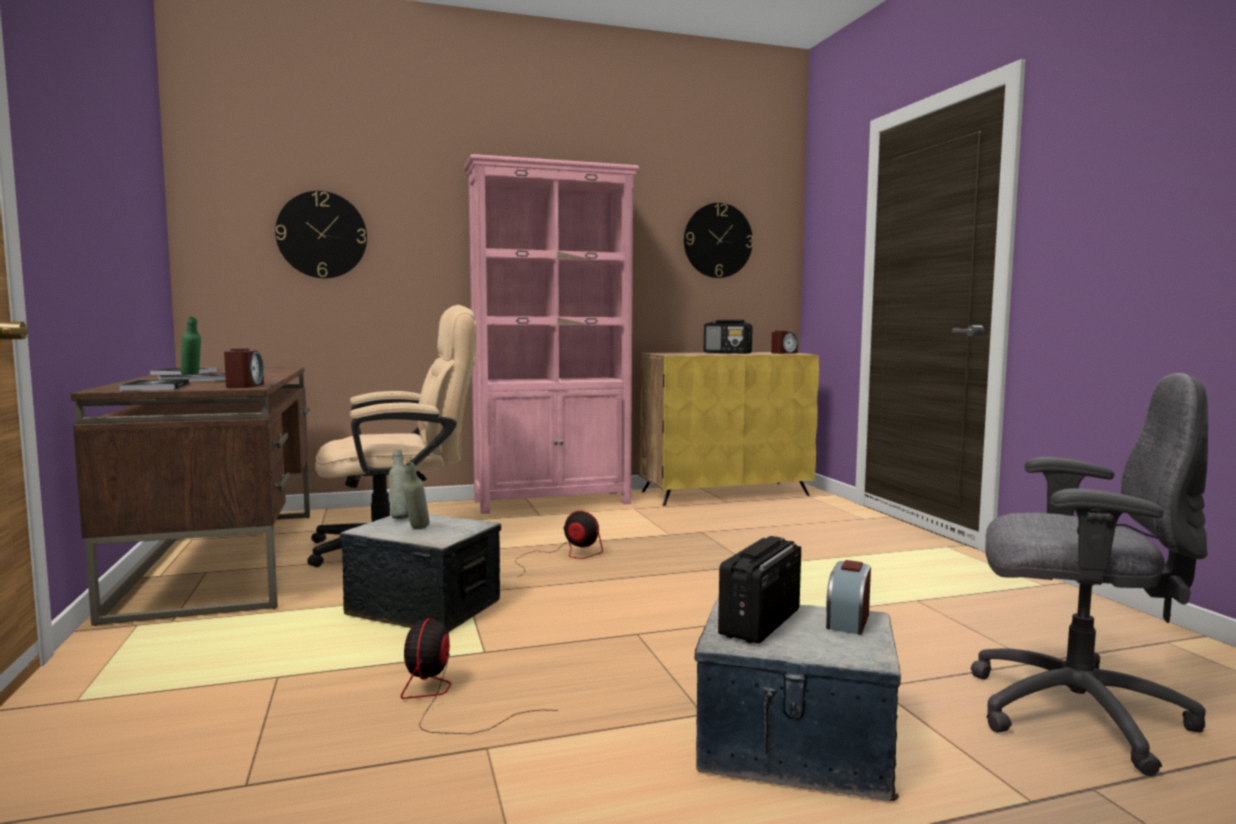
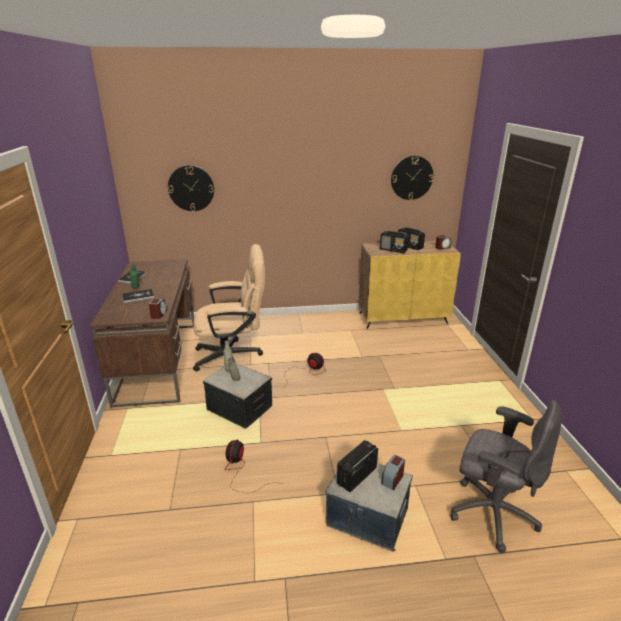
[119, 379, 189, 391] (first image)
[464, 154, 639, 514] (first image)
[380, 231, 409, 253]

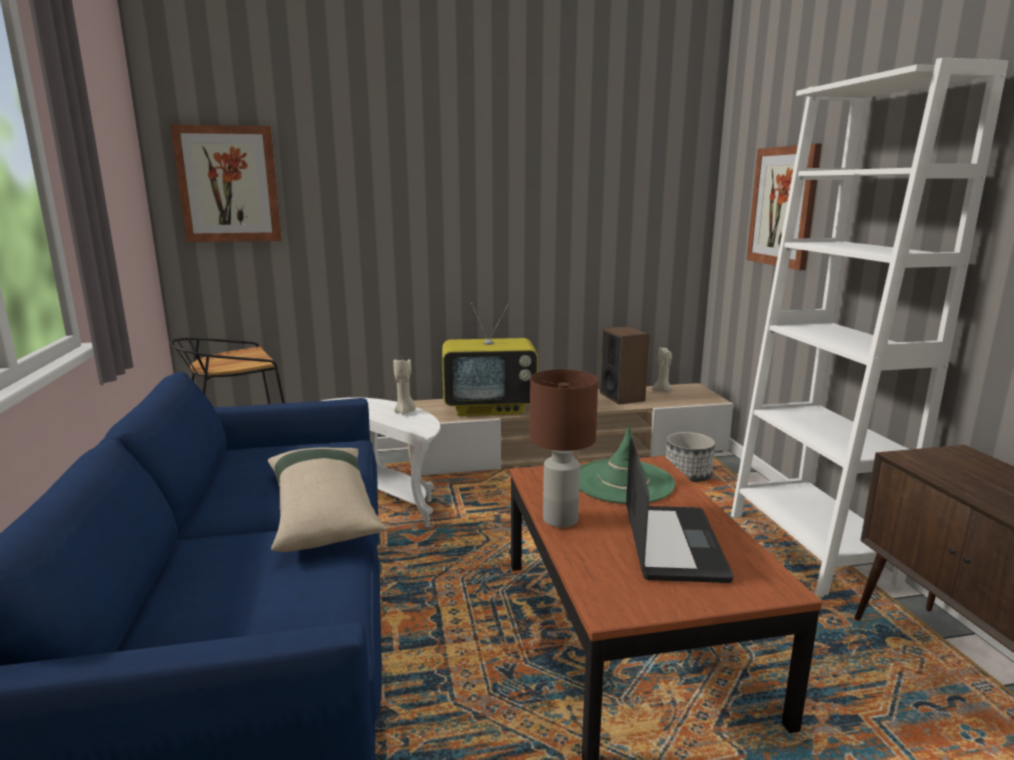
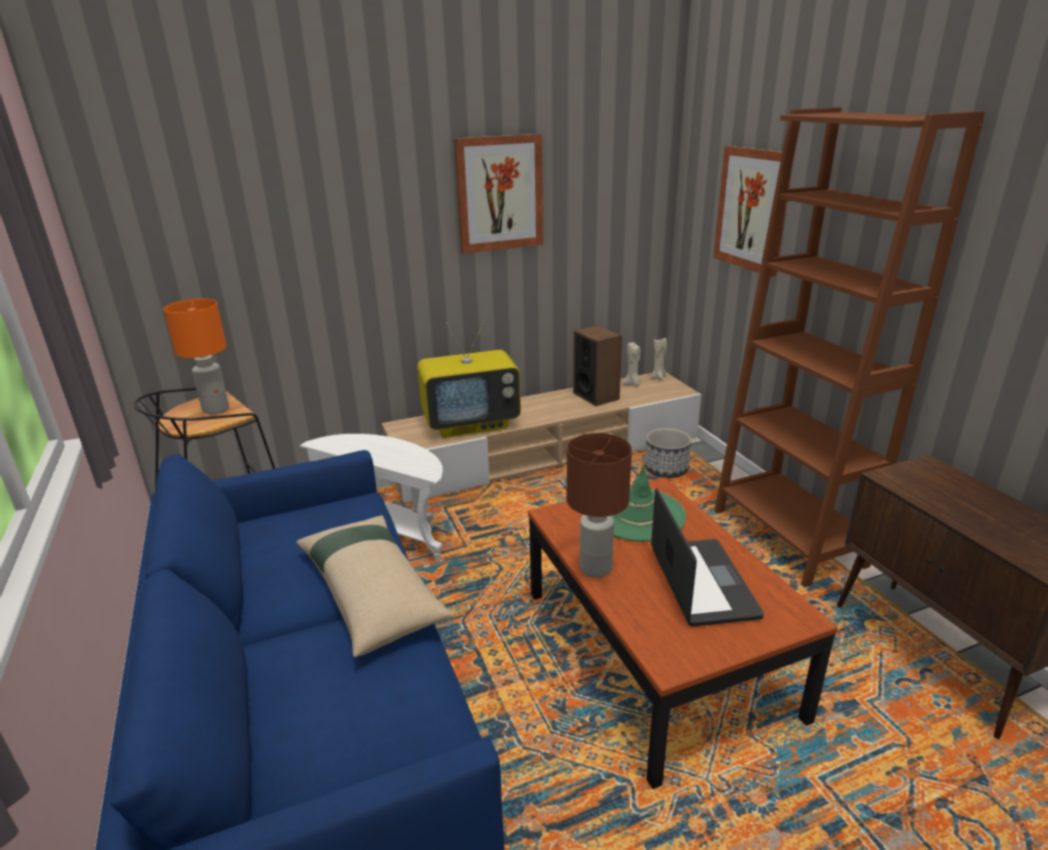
[454, 134, 543, 253]
[651, 338, 667, 380]
[715, 107, 985, 588]
[163, 298, 229, 414]

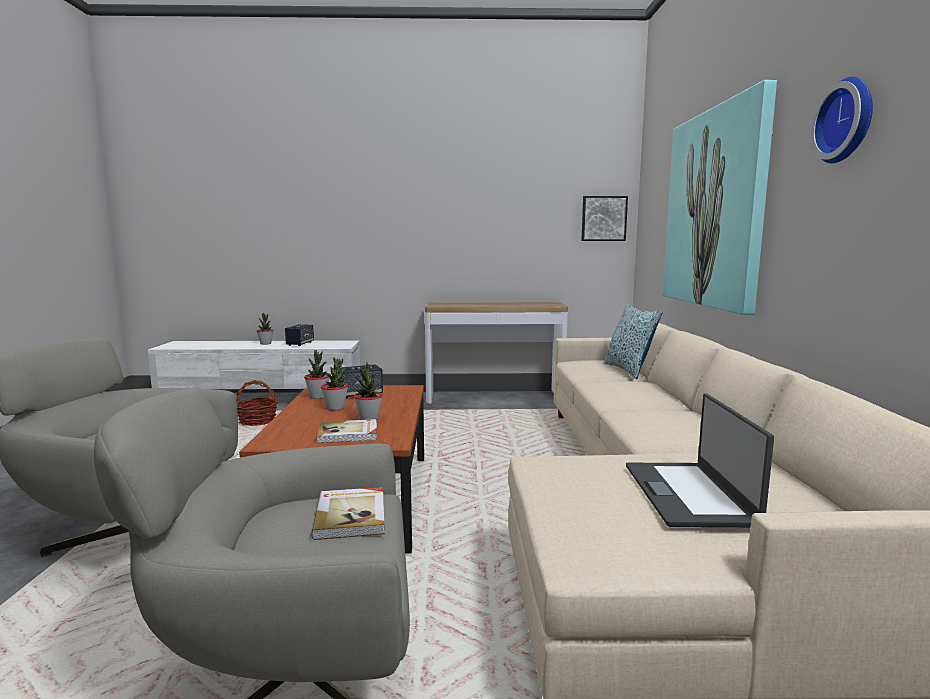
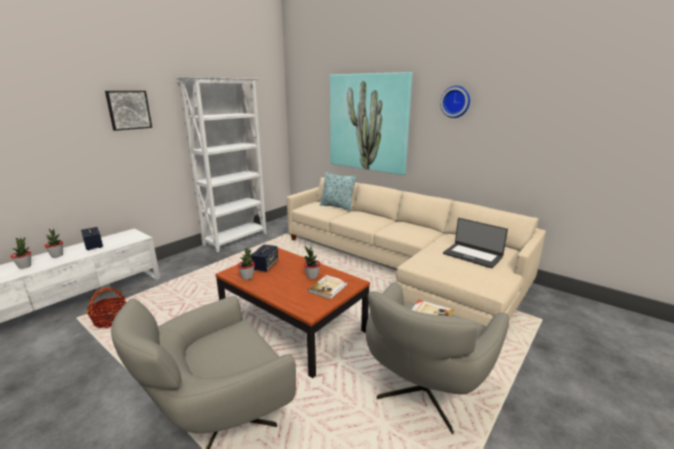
[10, 237, 31, 269]
[177, 77, 267, 252]
[105, 91, 152, 131]

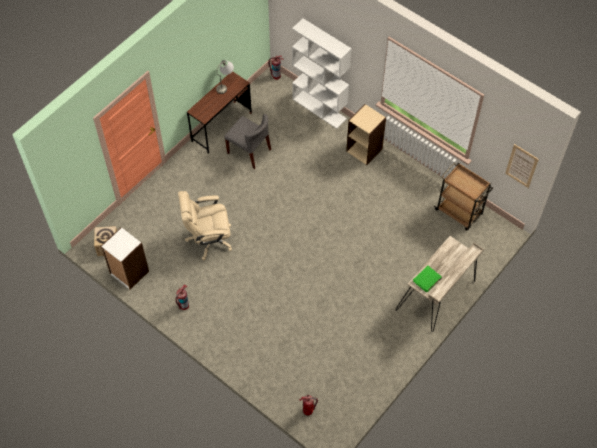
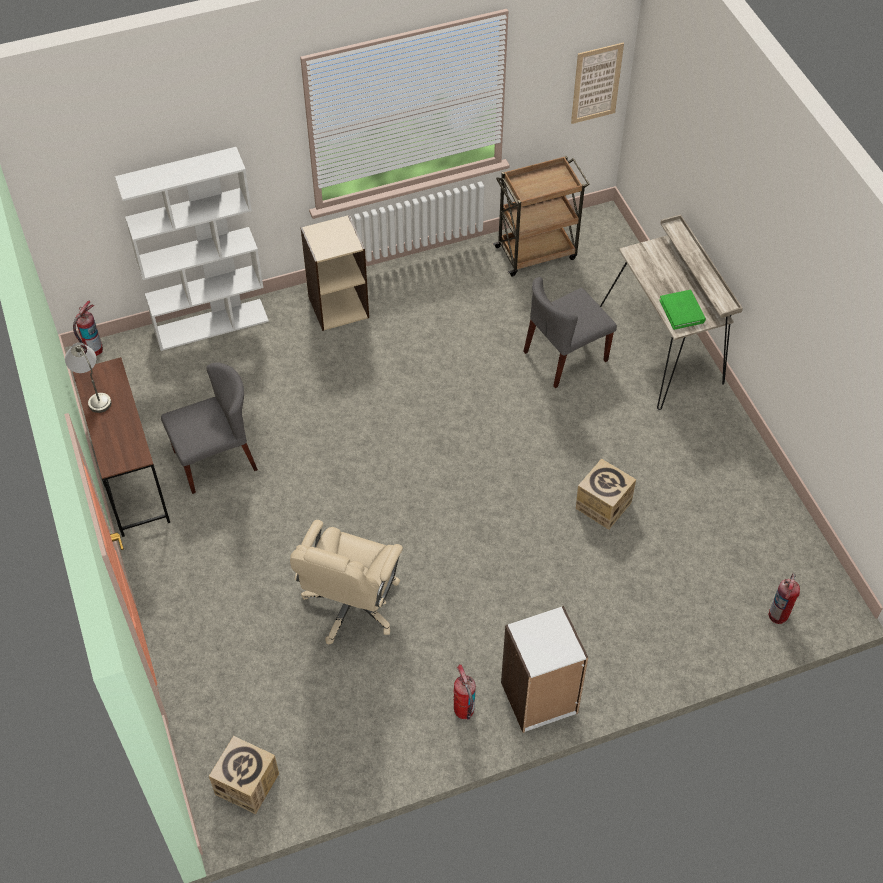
[501, 606, 588, 733]
[523, 277, 617, 388]
[576, 459, 636, 530]

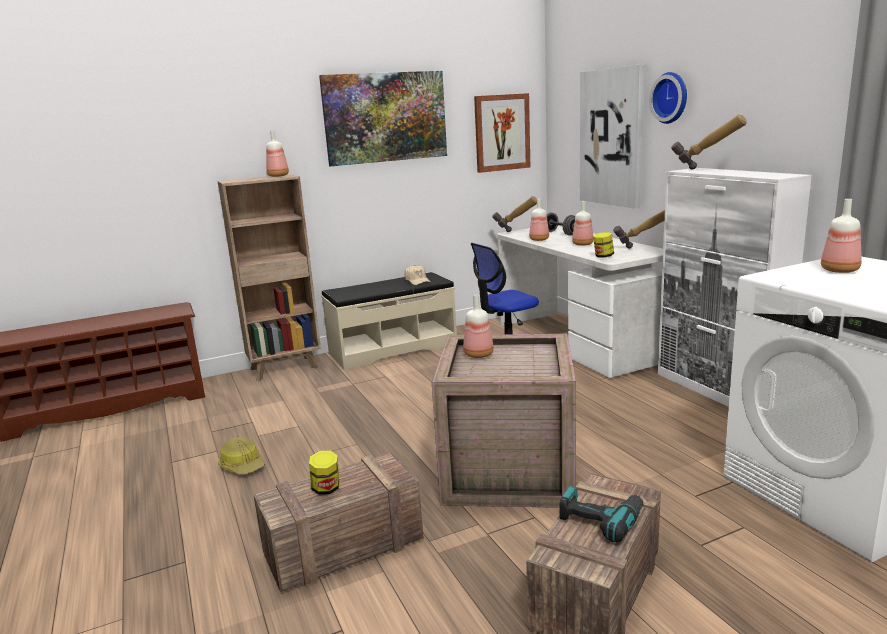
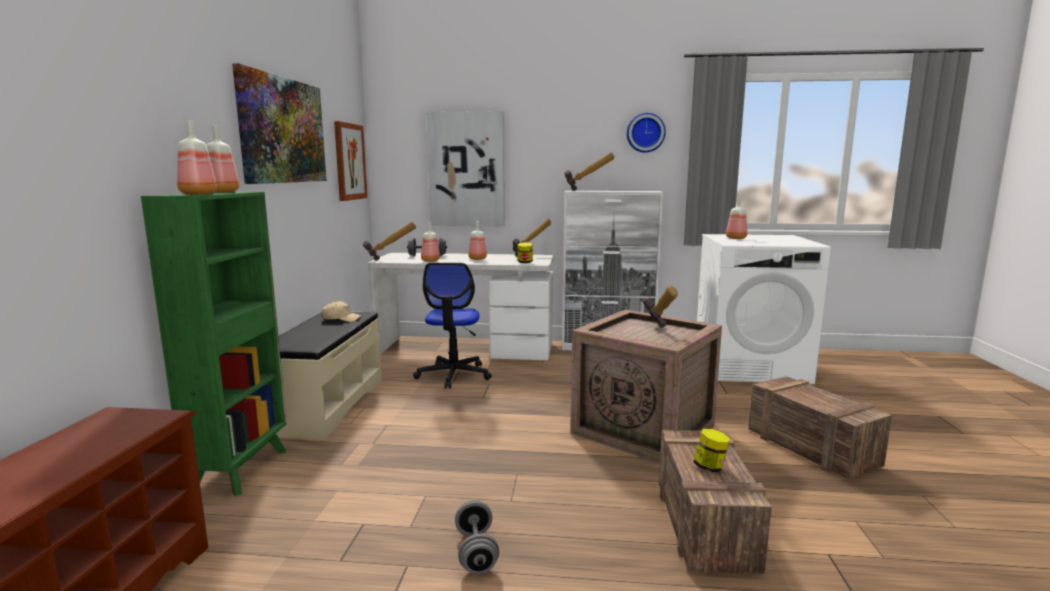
[141, 192, 287, 496]
[455, 500, 499, 574]
[177, 121, 217, 195]
[559, 486, 643, 543] (first image)
[627, 113, 666, 153]
[643, 285, 678, 328]

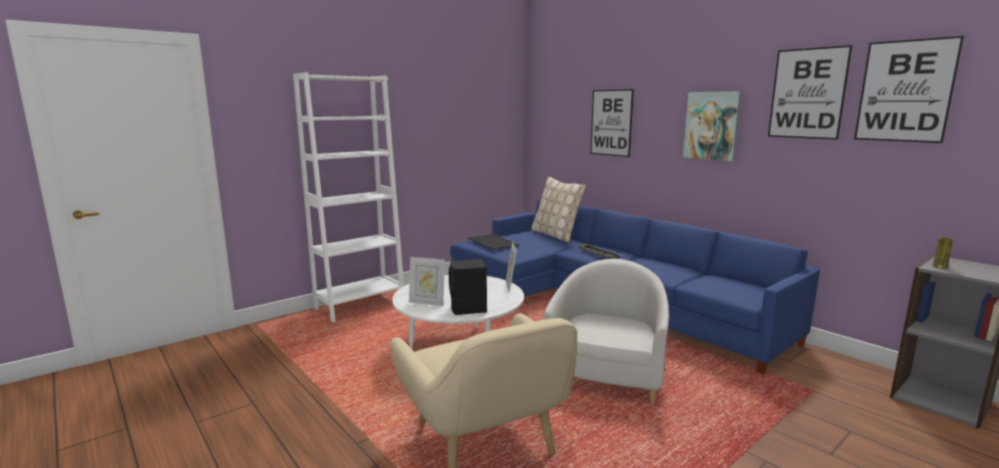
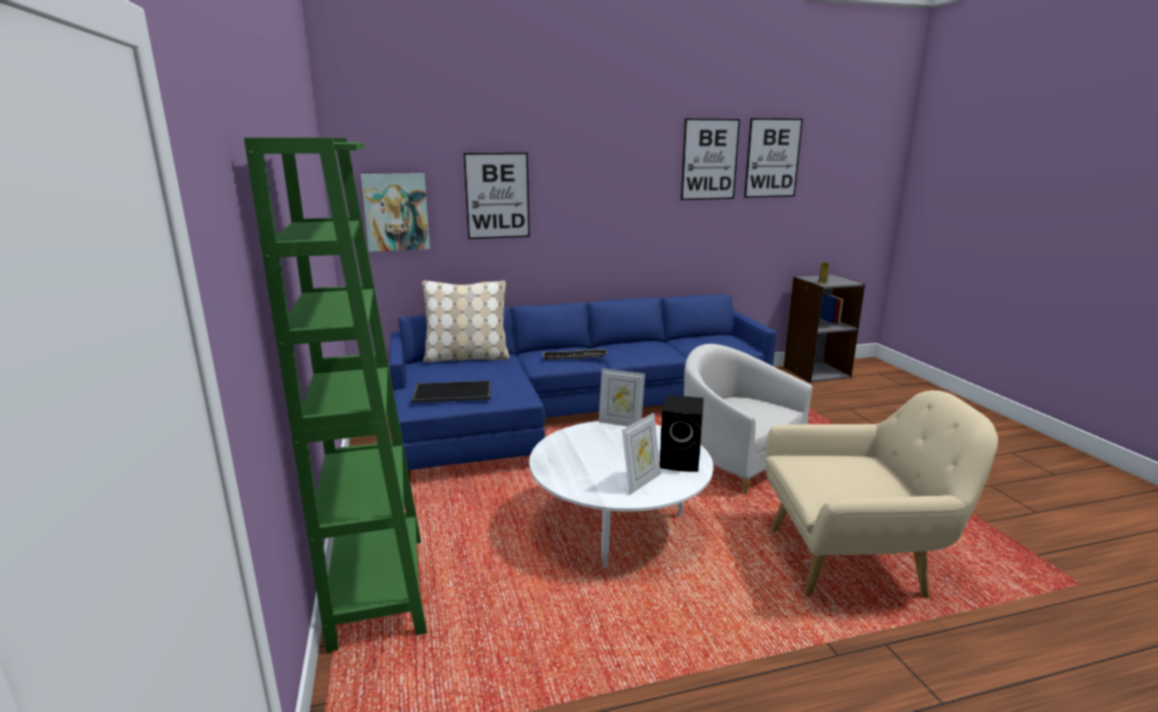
[244, 138, 427, 653]
[361, 173, 430, 252]

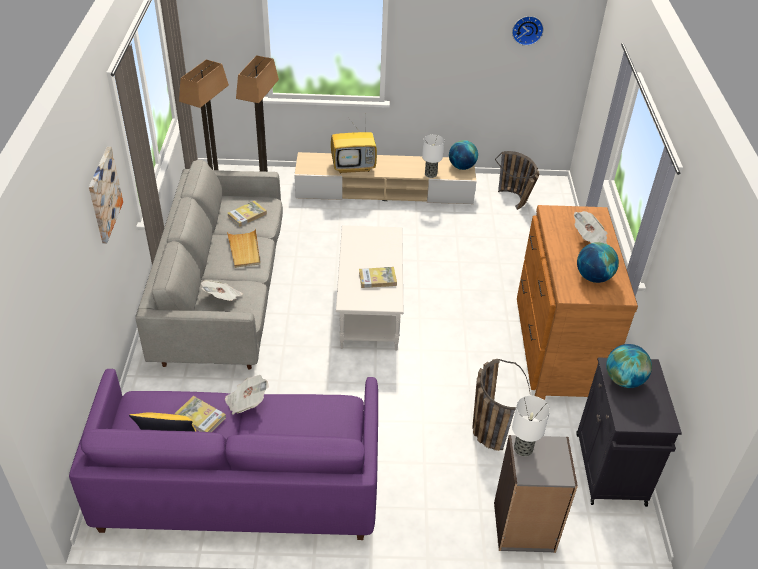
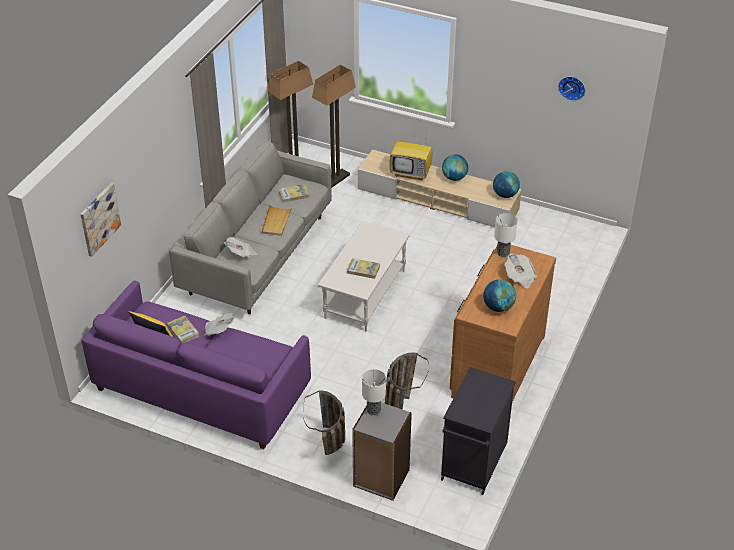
[80, 183, 121, 257]
[494, 213, 517, 257]
[303, 390, 345, 455]
[442, 154, 468, 181]

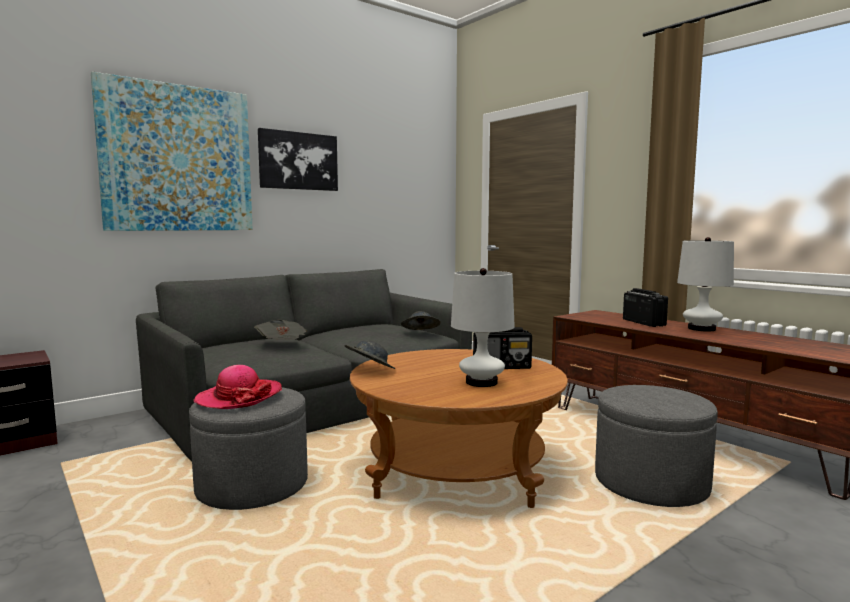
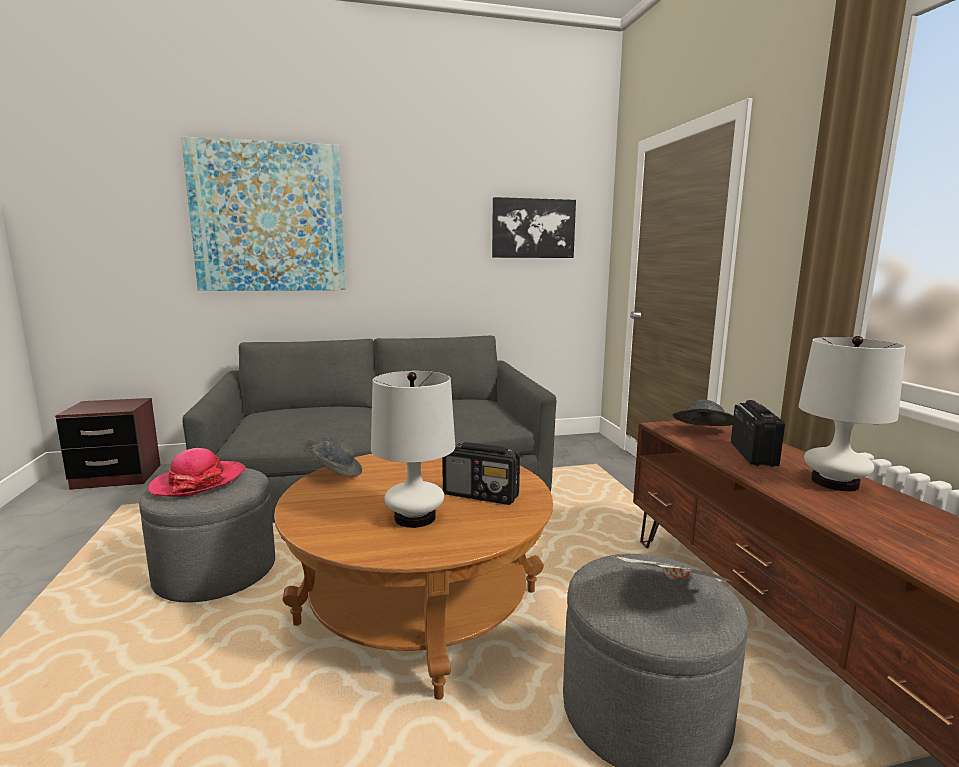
[617, 557, 732, 582]
[492, 197, 576, 258]
[672, 400, 734, 426]

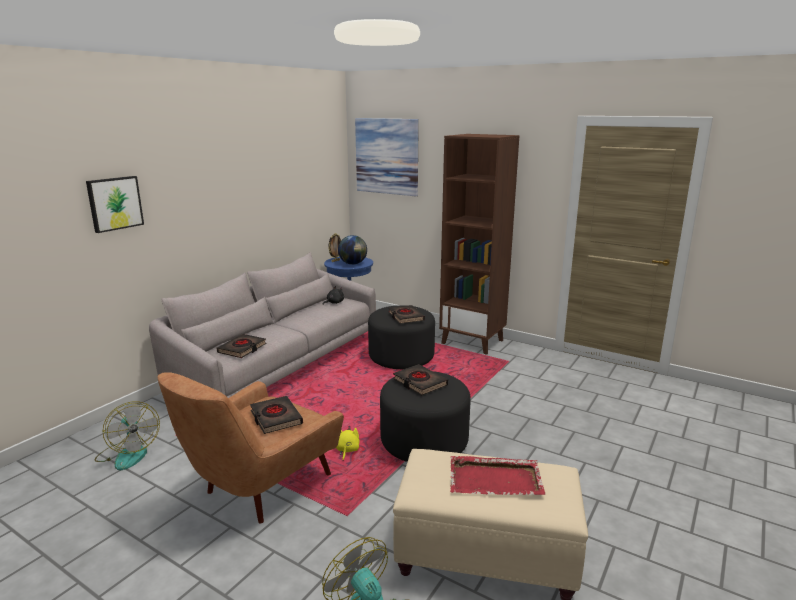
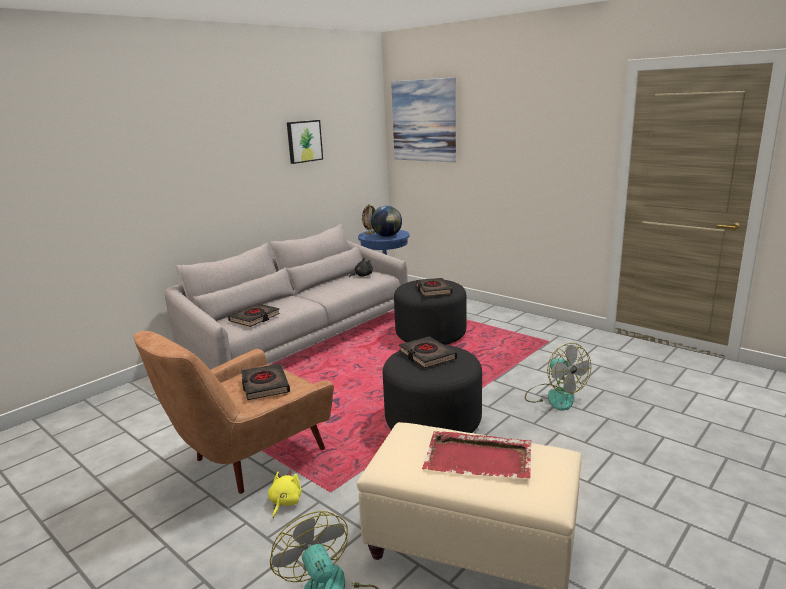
[287, 120, 323, 164]
[525, 343, 591, 410]
[268, 470, 302, 518]
[439, 134, 520, 355] (first image)

